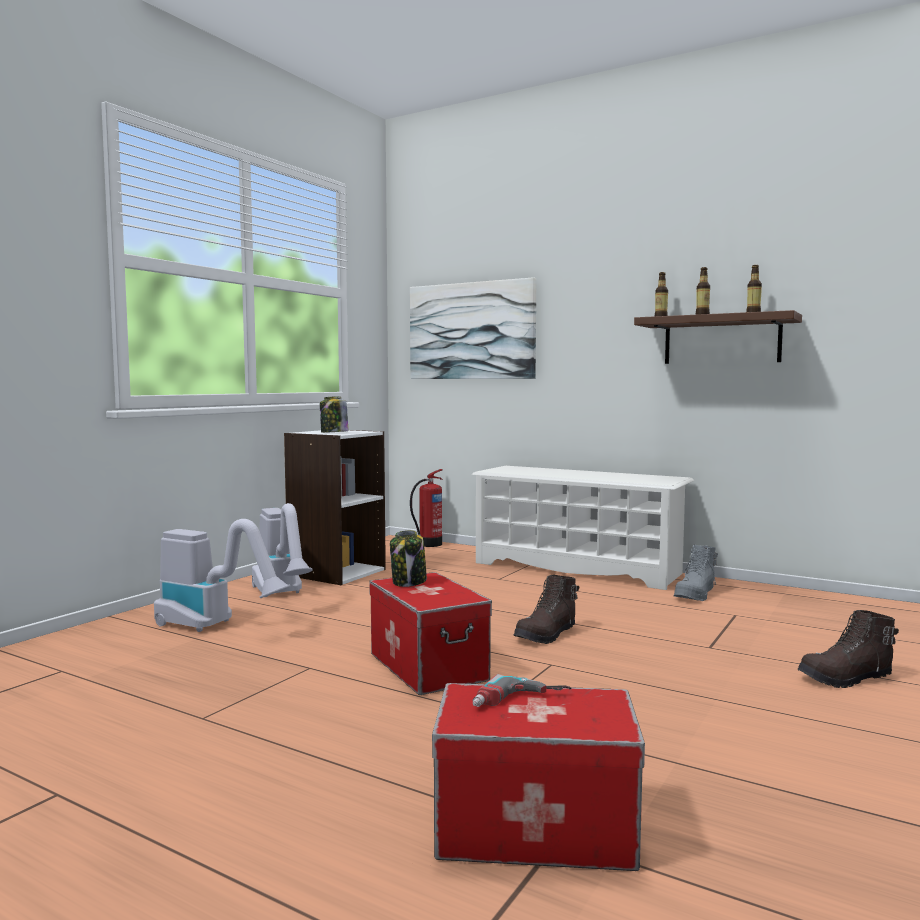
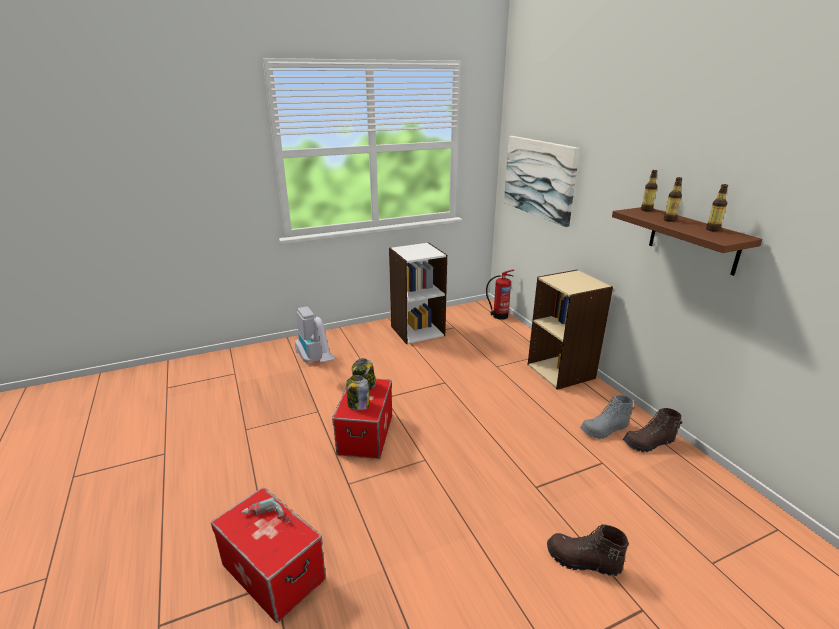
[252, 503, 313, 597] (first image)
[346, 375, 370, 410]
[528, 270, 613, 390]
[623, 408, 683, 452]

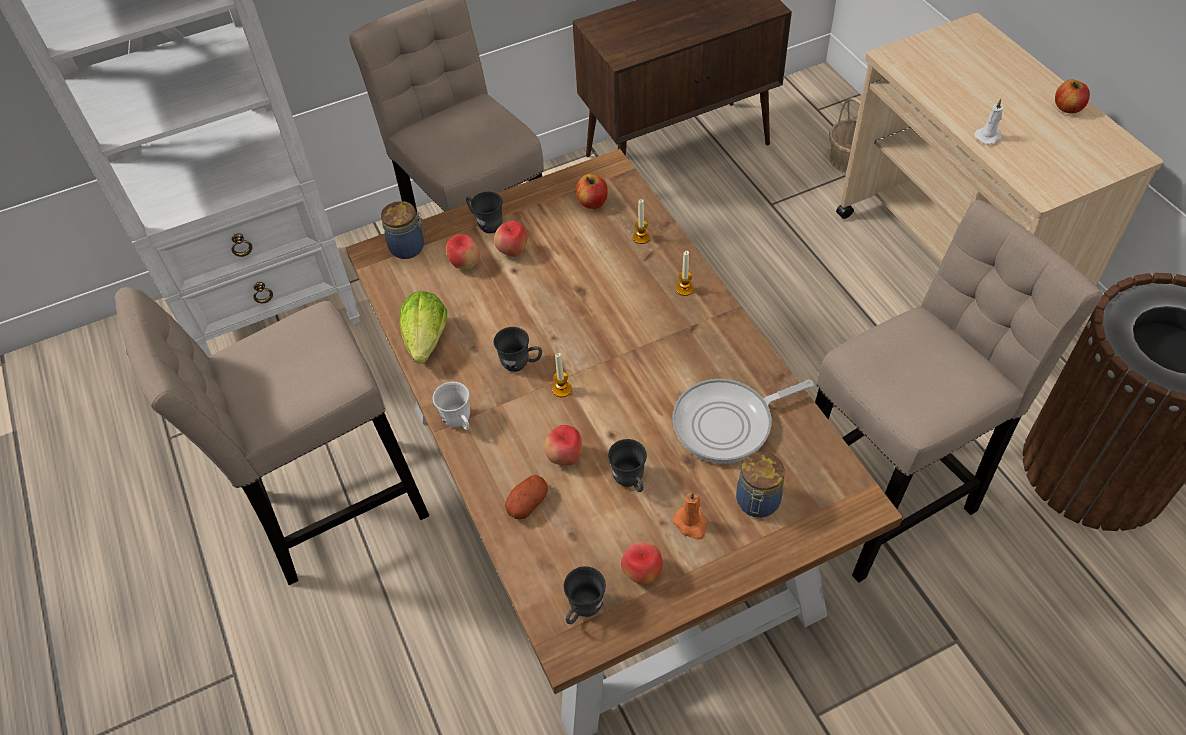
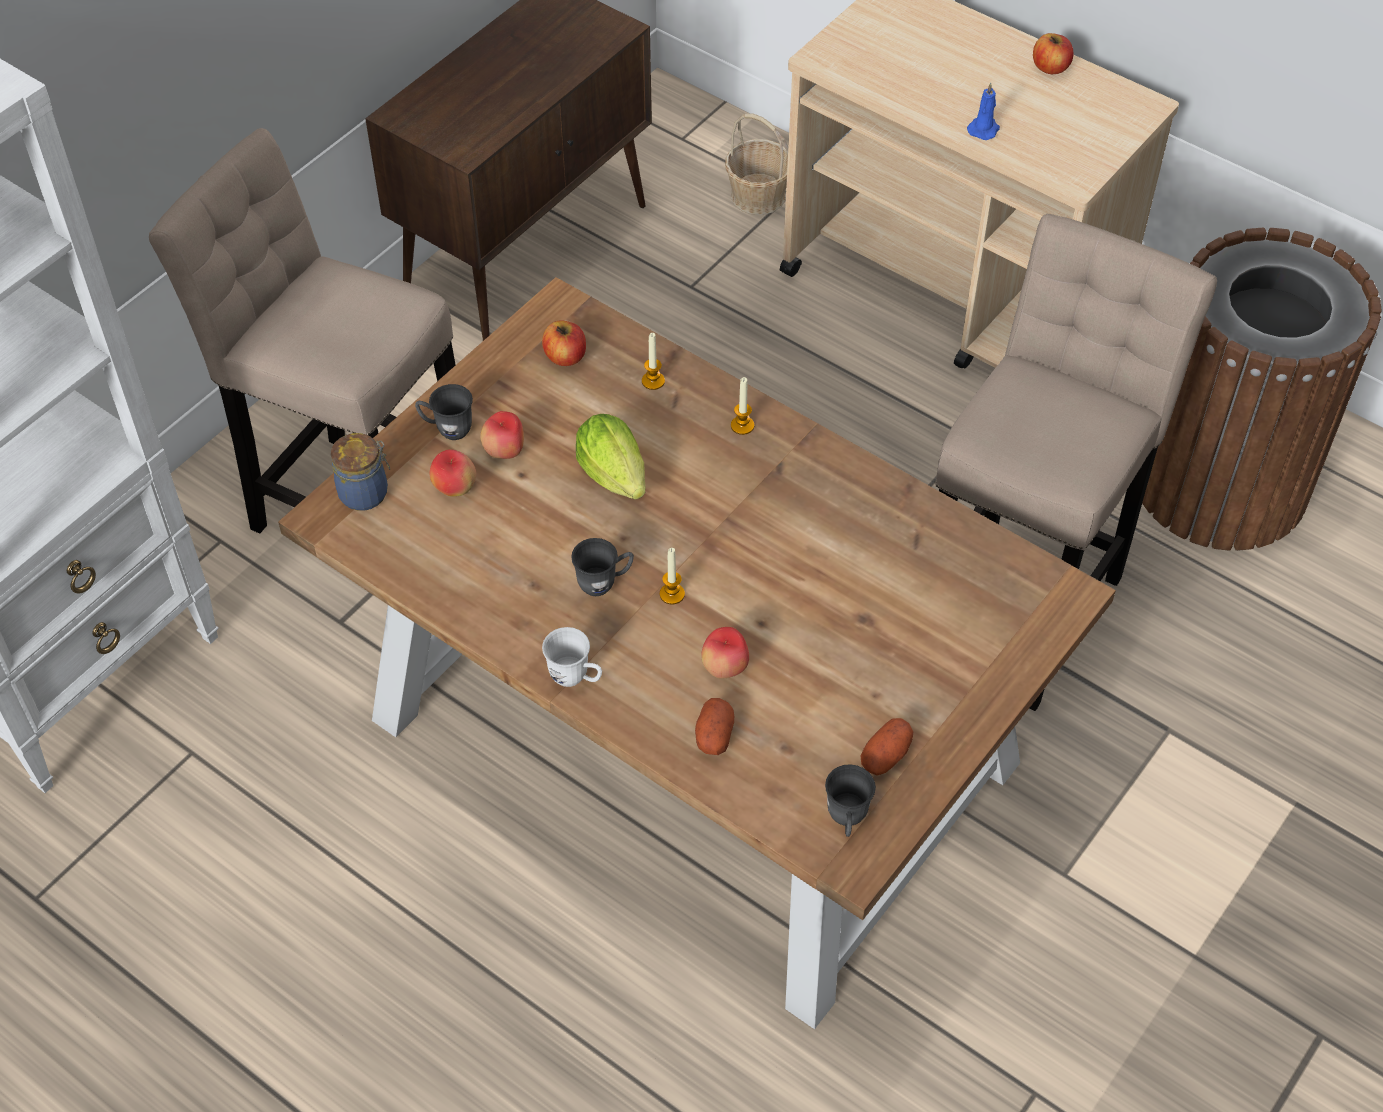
[115, 287, 429, 585] (first image)
[576, 414, 646, 500]
[608, 439, 647, 492] (first image)
[861, 718, 913, 775]
[672, 379, 814, 464] (first image)
[673, 491, 707, 540] (first image)
[736, 452, 785, 518] (first image)
[967, 82, 1000, 140]

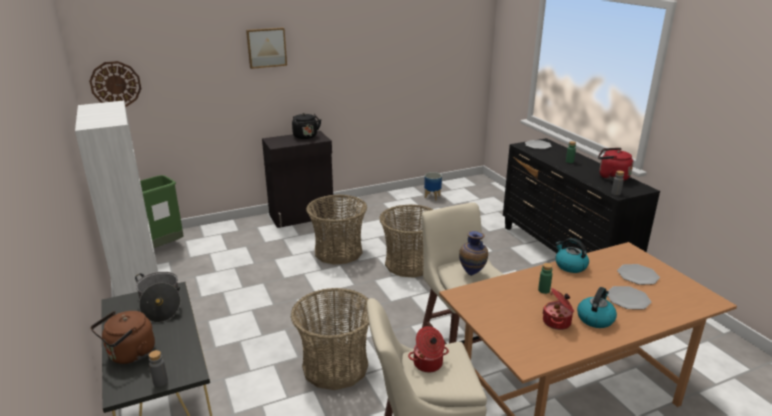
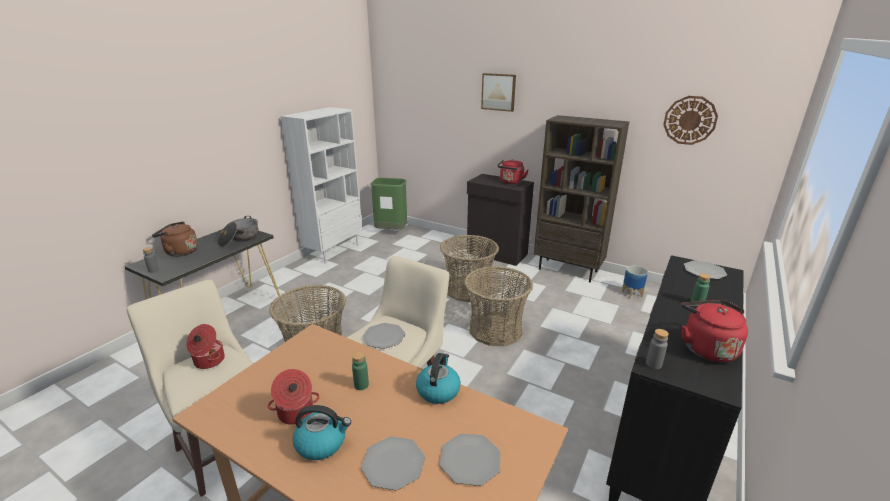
[663, 96, 718, 145]
[497, 159, 528, 184]
[362, 323, 405, 349]
[534, 115, 629, 282]

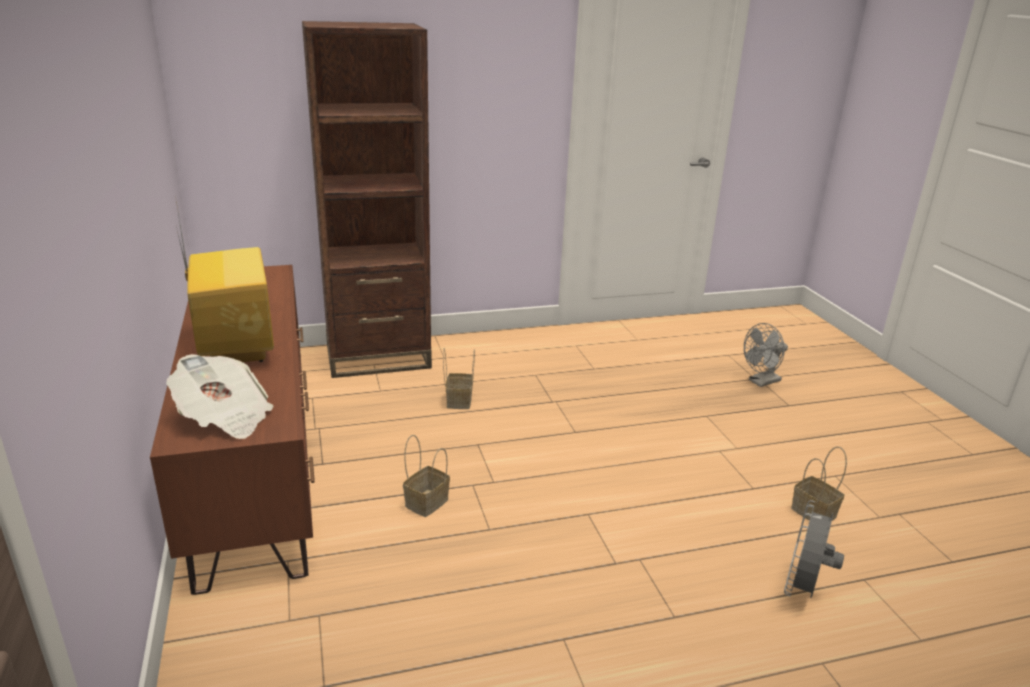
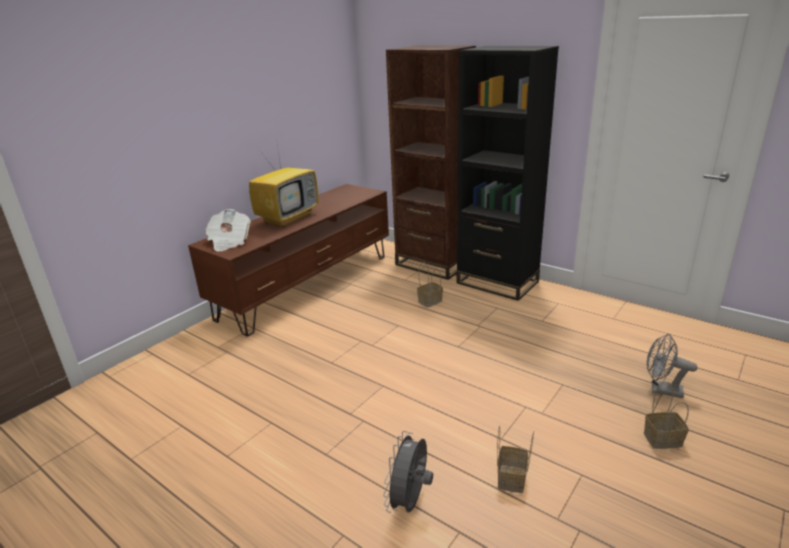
[644, 382, 689, 449]
[383, 431, 433, 513]
[456, 46, 559, 301]

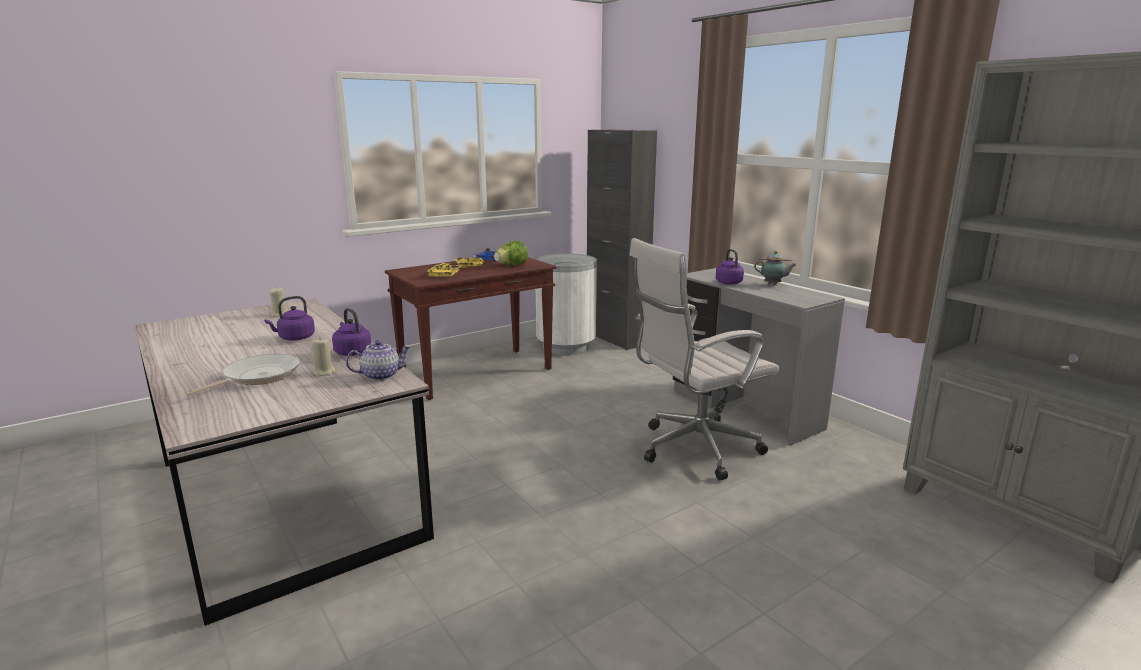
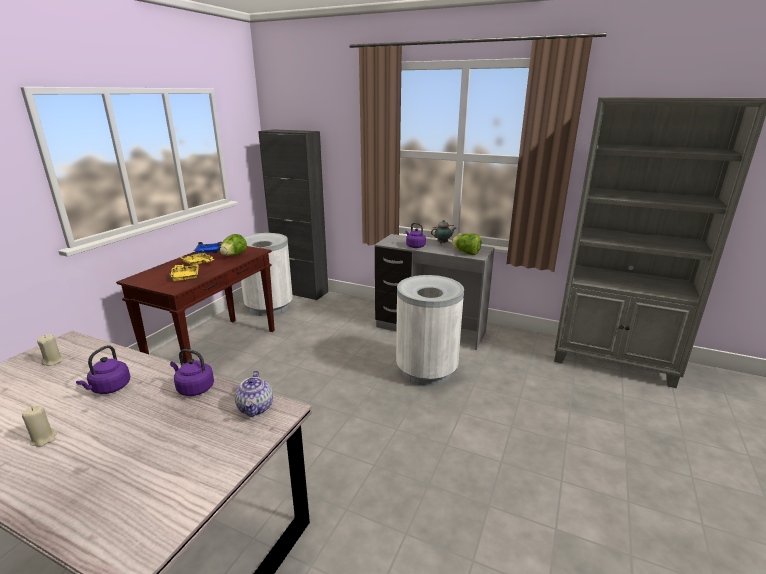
[185, 354, 300, 395] (first image)
[22, 406, 57, 447]
[235, 370, 273, 417]
[396, 275, 464, 386]
[451, 233, 481, 255]

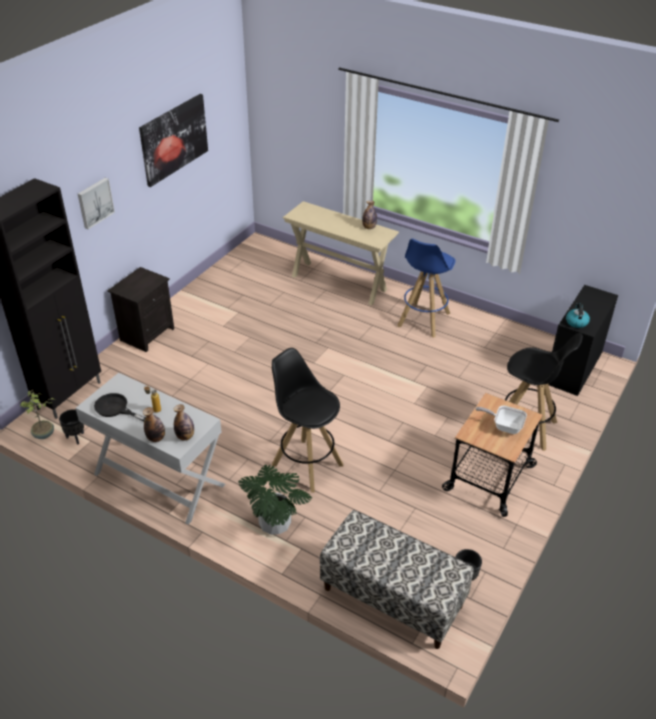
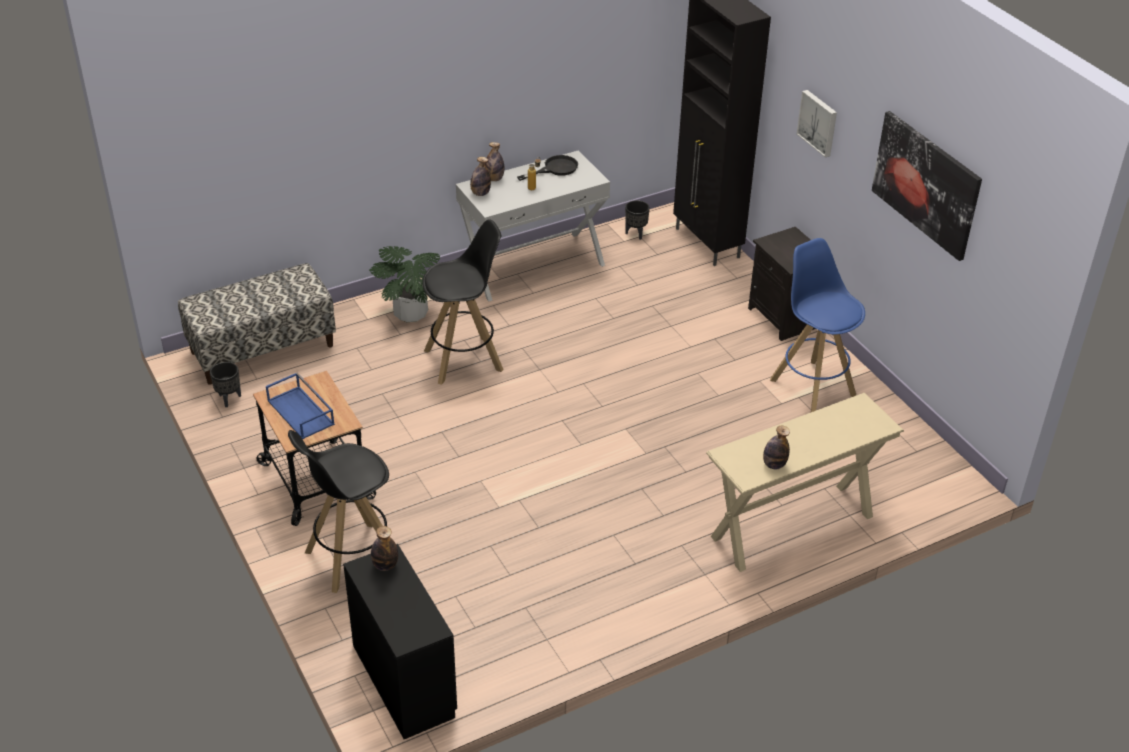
[20, 390, 55, 439] (first image)
[770, 238, 865, 412]
[266, 373, 335, 439]
[371, 526, 398, 571]

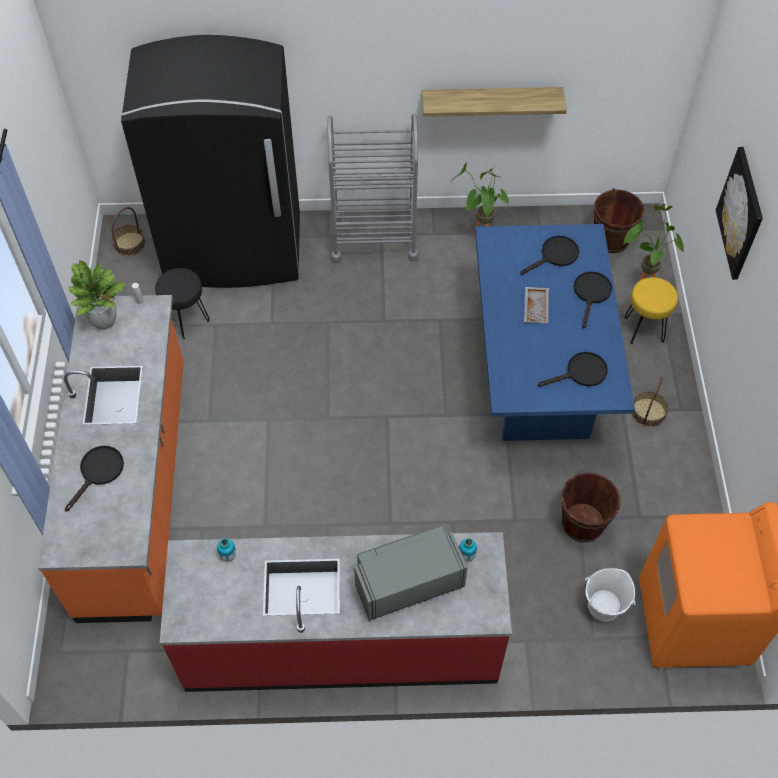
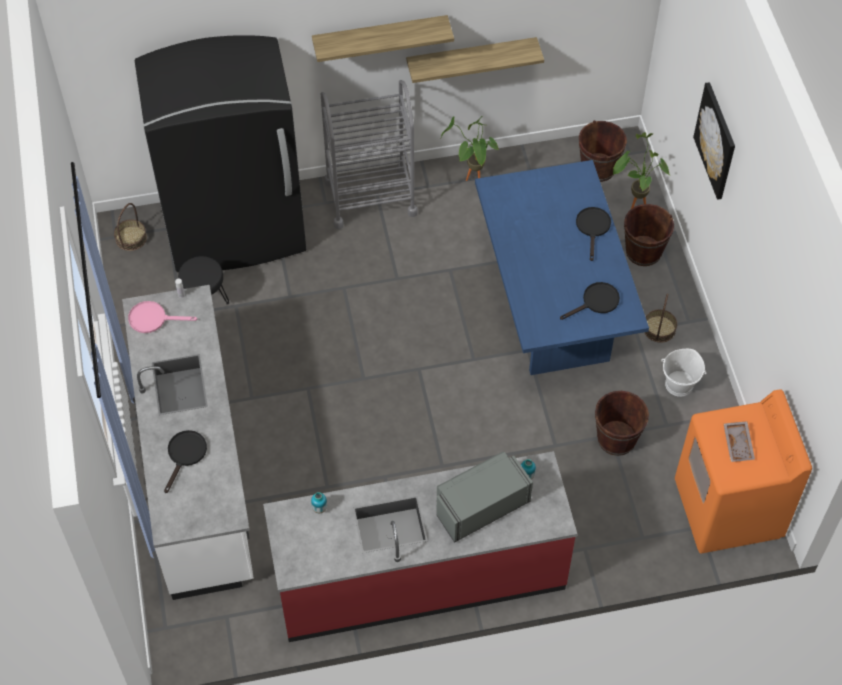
[122, 285, 254, 600]
[128, 301, 197, 333]
[520, 236, 579, 275] (first image)
[724, 421, 755, 462]
[661, 349, 706, 397]
[624, 204, 674, 266]
[312, 15, 454, 62]

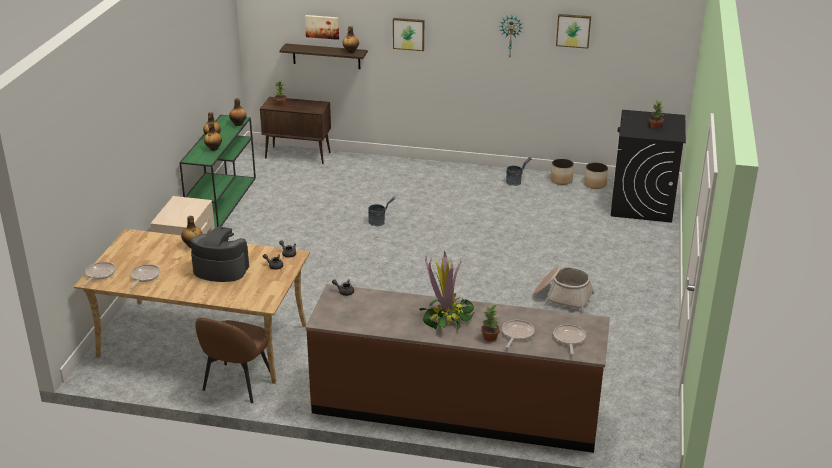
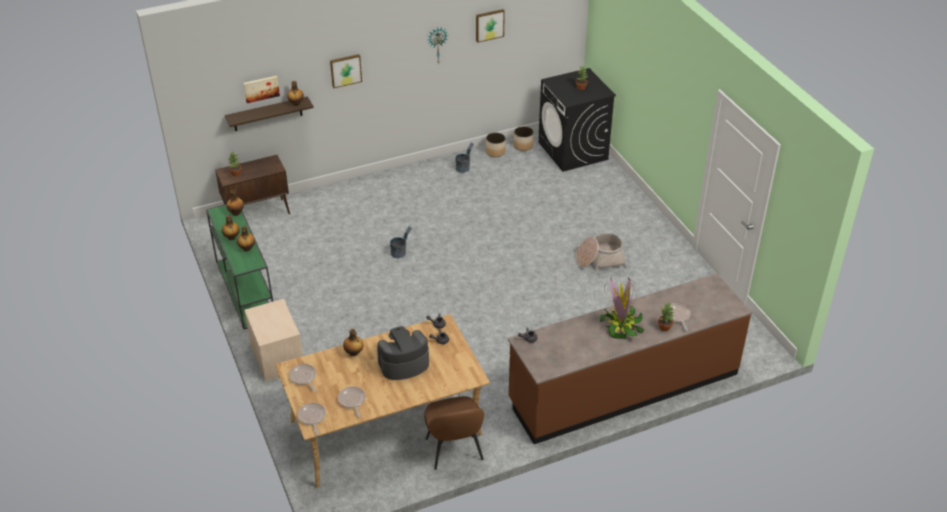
[289, 364, 316, 392]

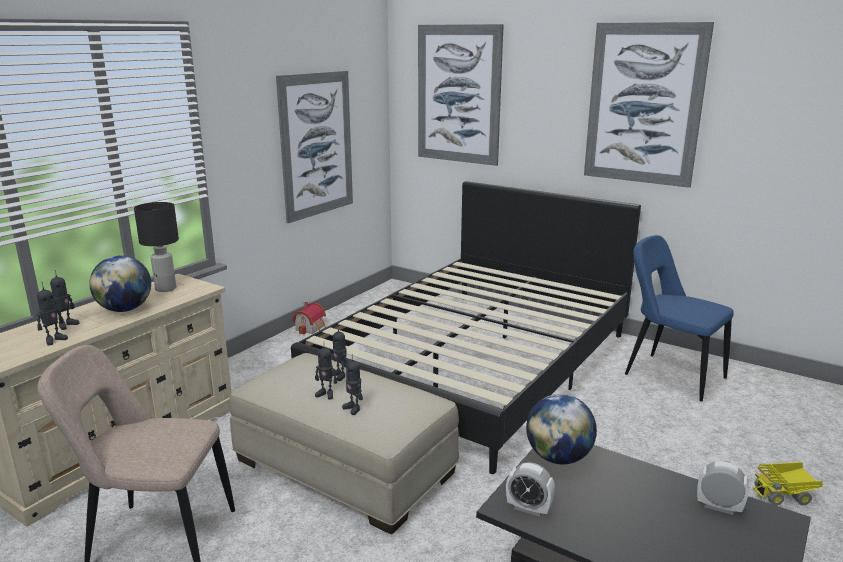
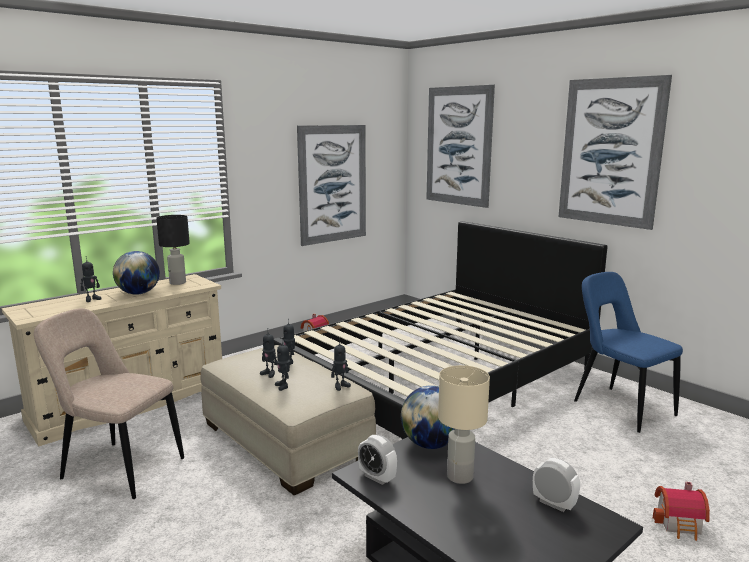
[331, 339, 351, 391]
[653, 482, 710, 541]
[438, 365, 490, 484]

